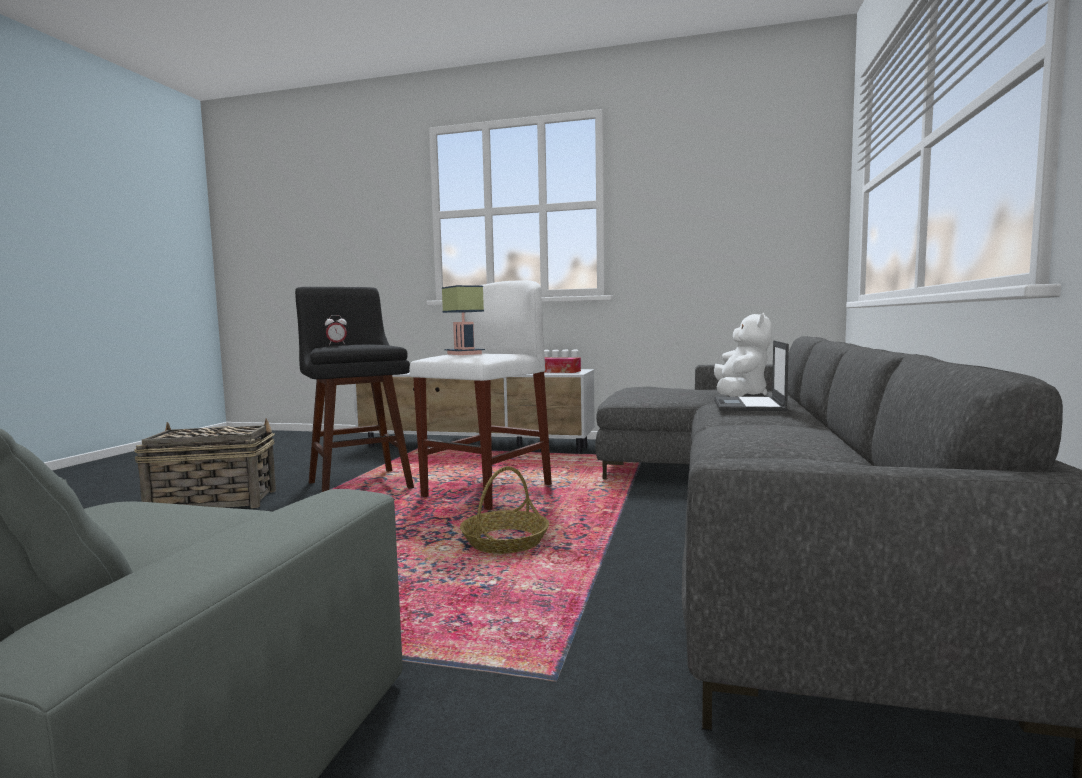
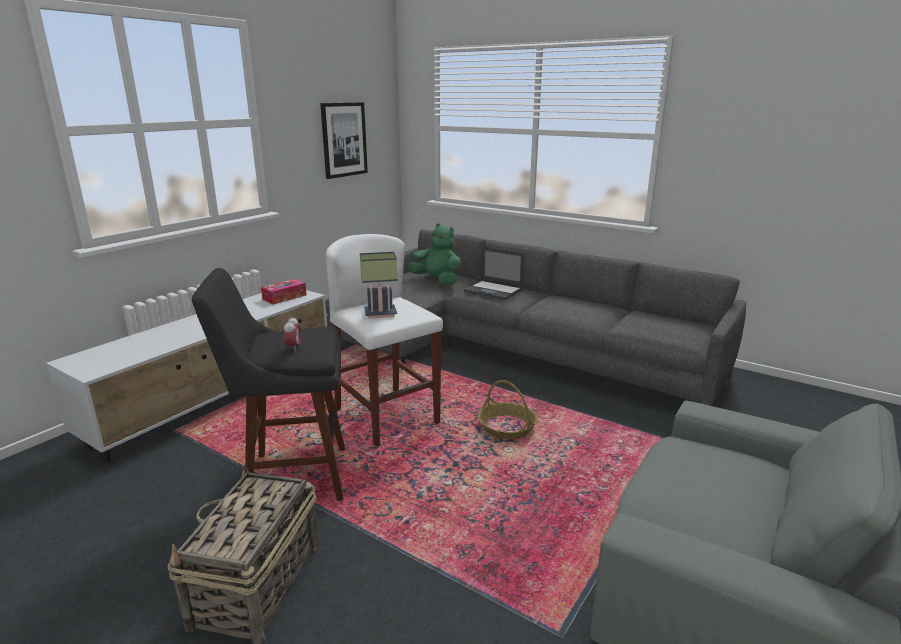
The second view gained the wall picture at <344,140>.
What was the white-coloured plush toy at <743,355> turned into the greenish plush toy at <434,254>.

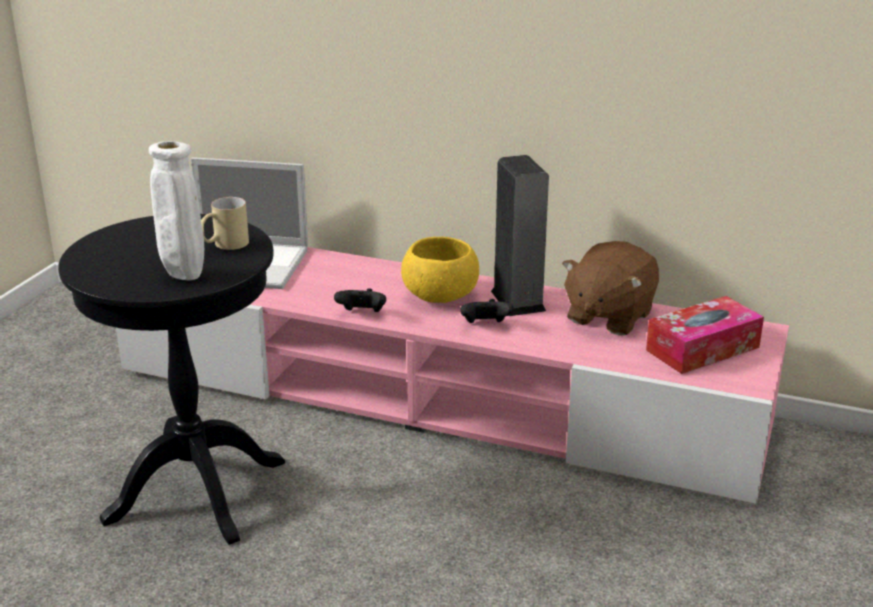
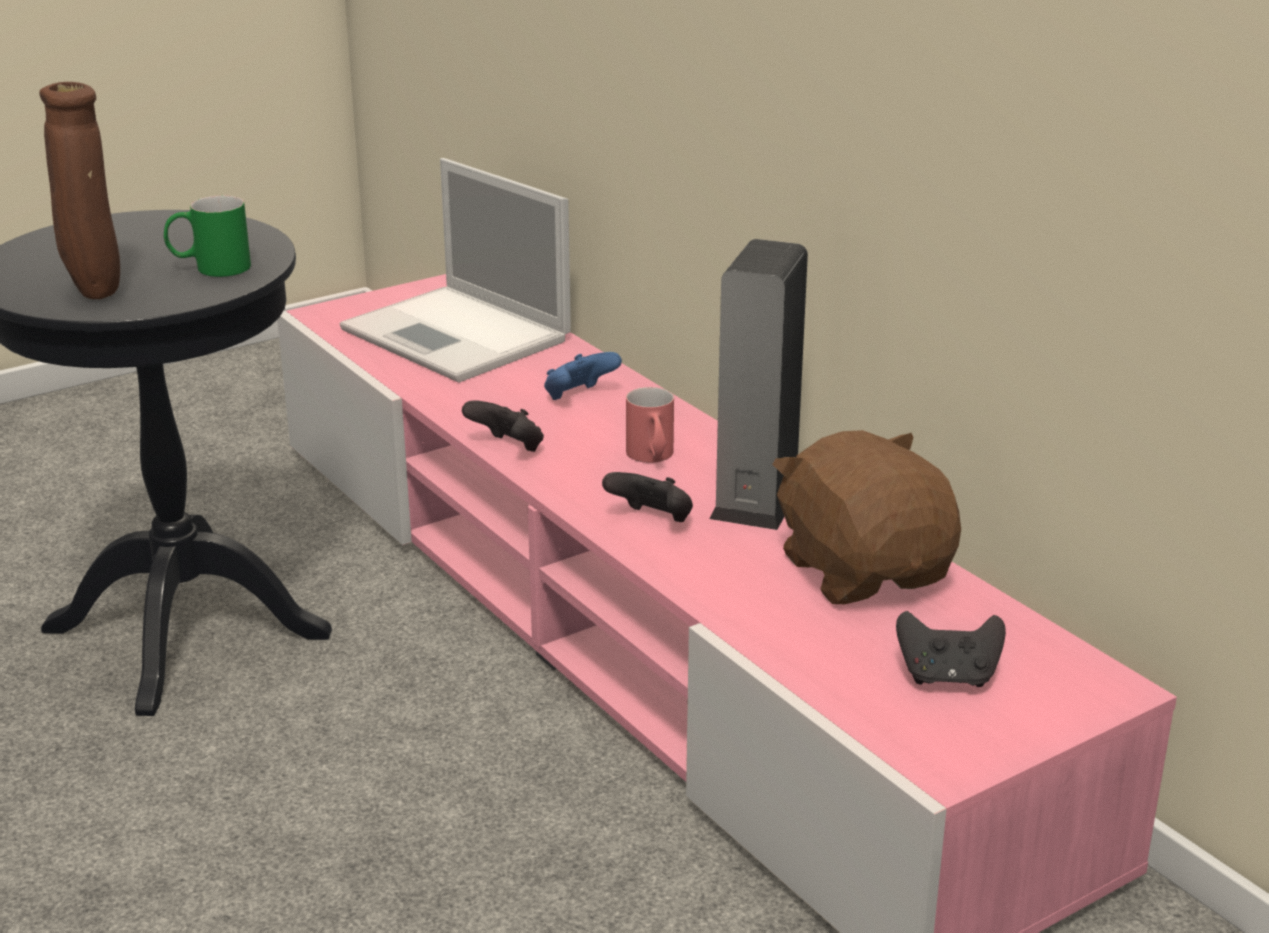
What was the white-coloured flower vase at <176,210> turned into the brownish flower vase at <80,190>.
What was the sand-coloured mug at <225,223> turned into the greenish mug at <207,236>.
The second view gained the blue-coloured game controller at <583,376>.
Where the yellow deep dish stood at <440,270>, the red mug came to stand at <650,425>.
The brownish plush toy at <610,288> ended up facing another way, 90 degrees clockwise from before.
Where the tissue holder stood at <705,335>, the blackish game controller came to stand at <951,649>.

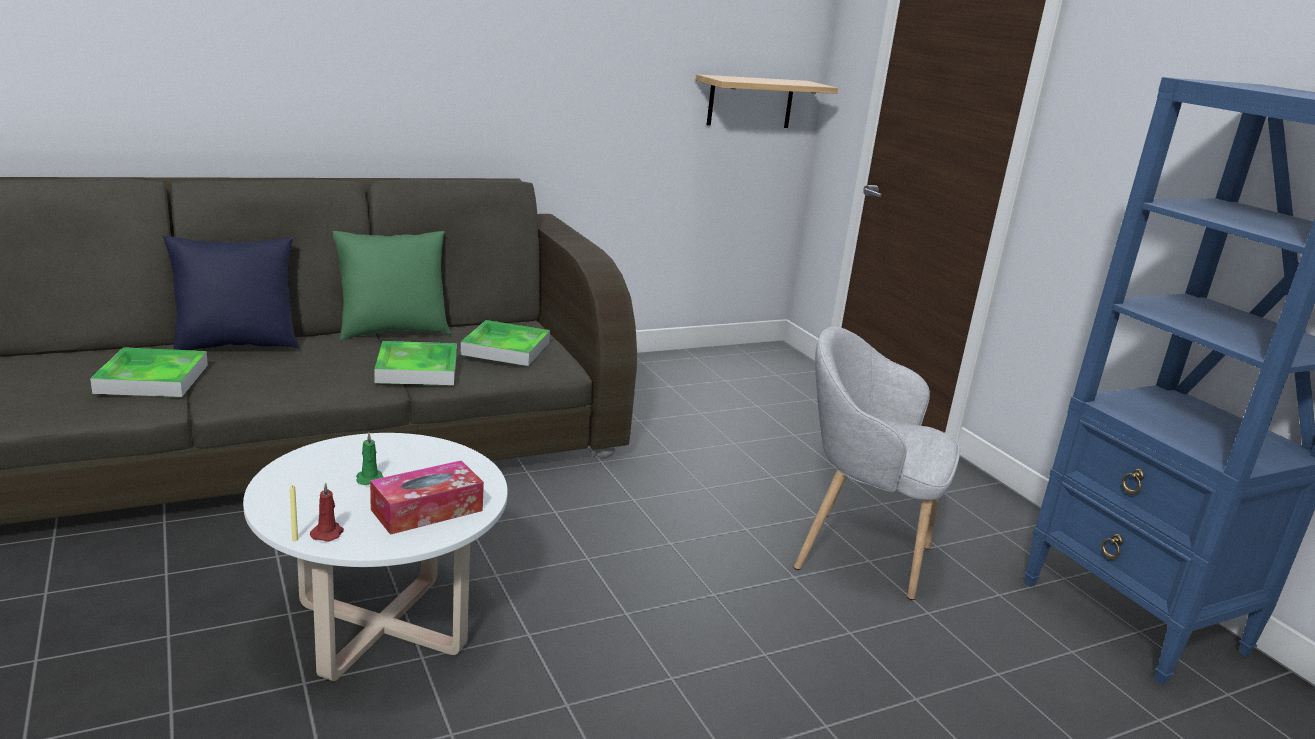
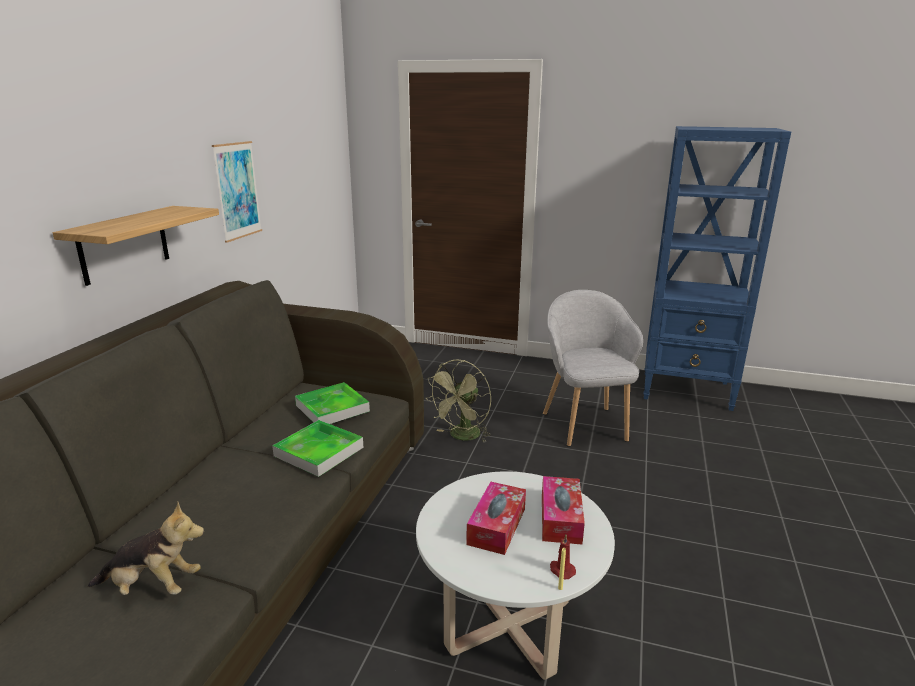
The shelf ended up elsewhere, having gone from <767,101> to <136,246>.
Where the serving tray stood at <149,372>, the plush toy came to stand at <146,548>.
The second view gained the wall picture at <237,192>.
The second view gained the greenish cooling fan at <458,400>.
Where the greenish wax candle stood at <370,459>, the tissue holder came to stand at <496,518>.
The grey easy chair at <877,463> ended up facing another way, 105 degrees clockwise from before.
The second view lost the blue-coloured cushion at <231,293>.
The second view lost the greenish cushion at <392,286>.

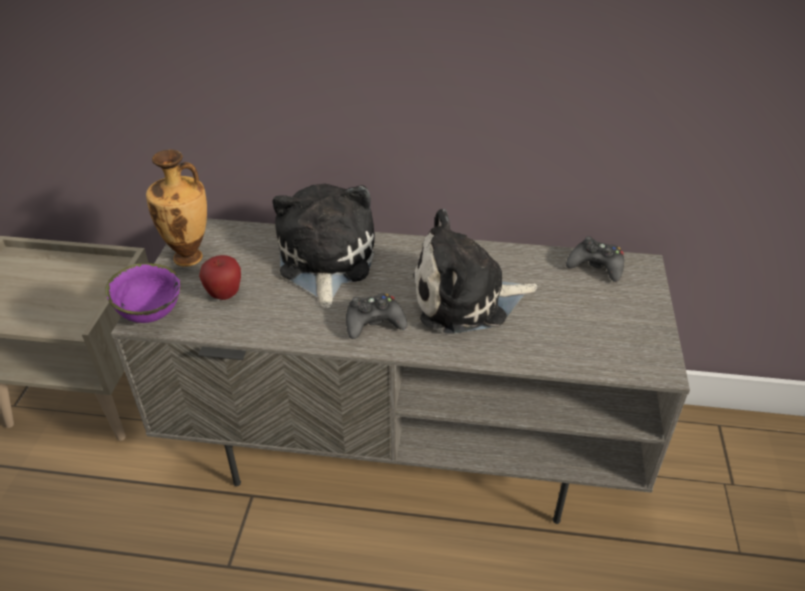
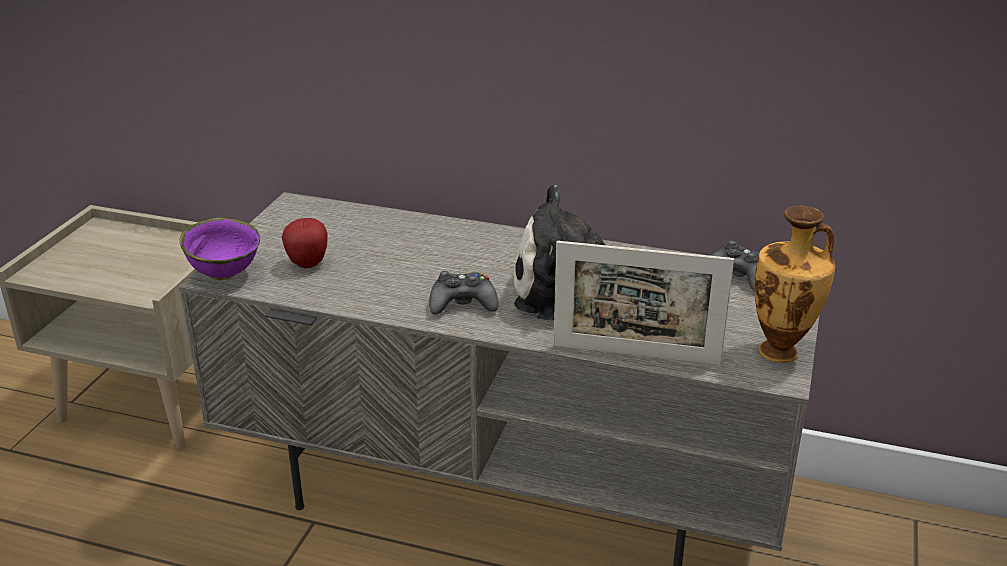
The second view gained the photo frame at <643,303>.
The flower vase ended up elsewhere, having gone from <176,208> to <794,284>.
The second view lost the plush toy at <323,245>.

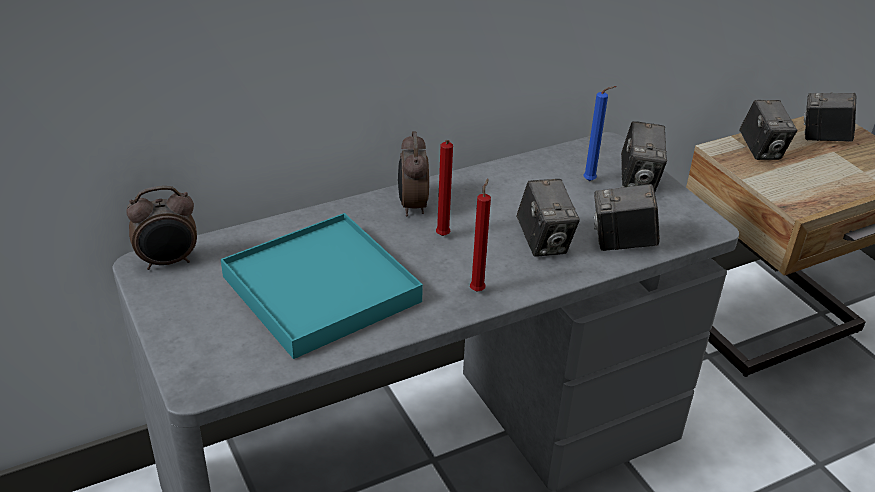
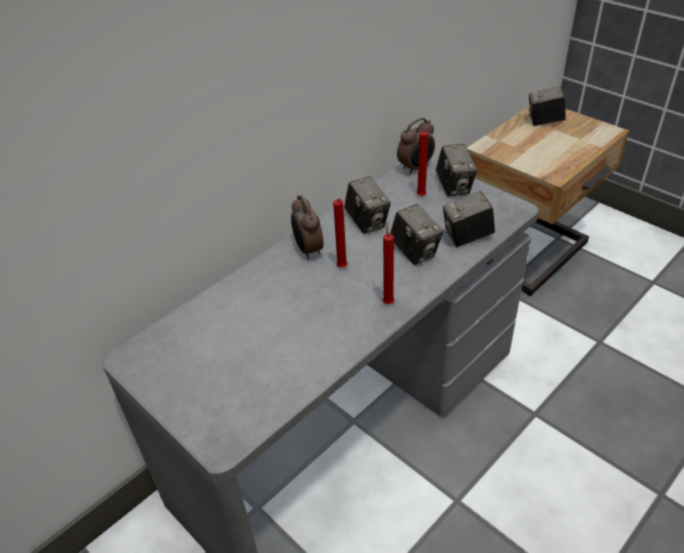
The still camera ended up elsewhere, having gone from <768,130> to <367,205>.
The bedside clock ended up elsewhere, having gone from <161,228> to <416,146>.
What was the blue-coloured wax candle at <599,133> turned into the red wax candle at <425,160>.
The second view lost the turquoise serving tray at <322,286>.

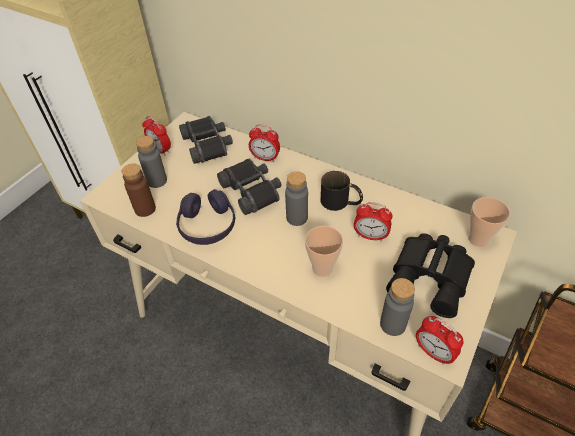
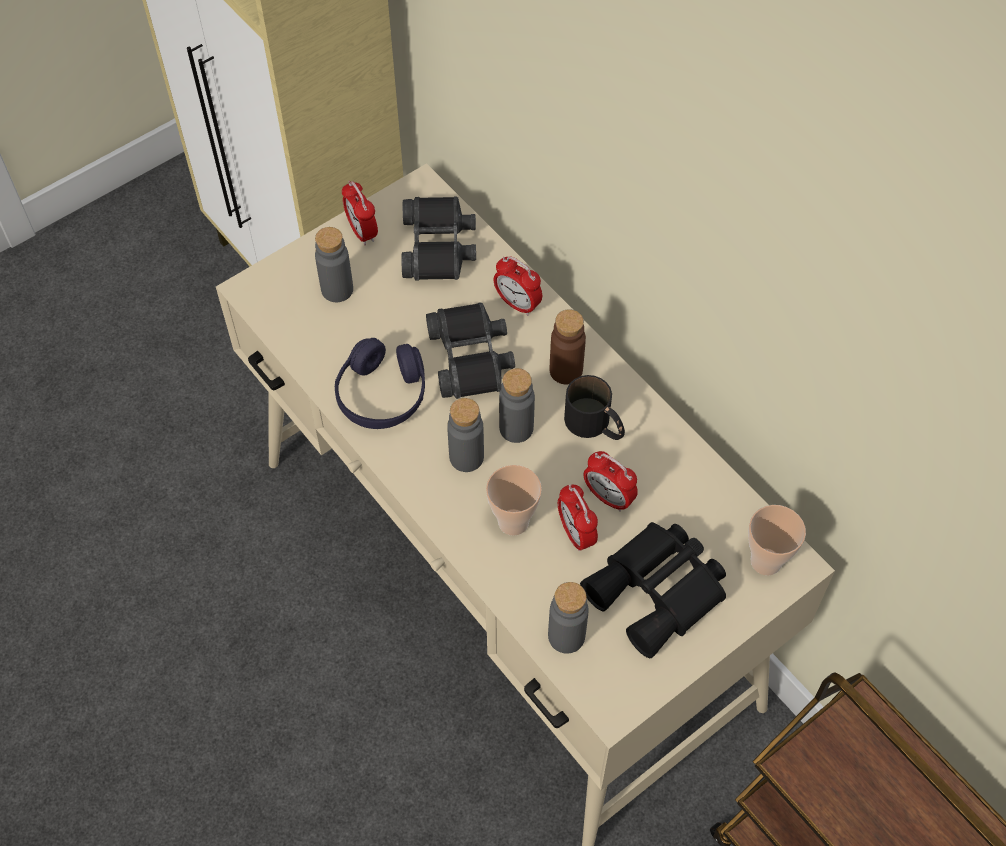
The second view gained the grey drink bottle at <465,435>.
The brownish drink bottle ended up elsewhere, having gone from <139,190> to <568,347>.
The bedside clock ended up elsewhere, having gone from <439,340> to <578,518>.

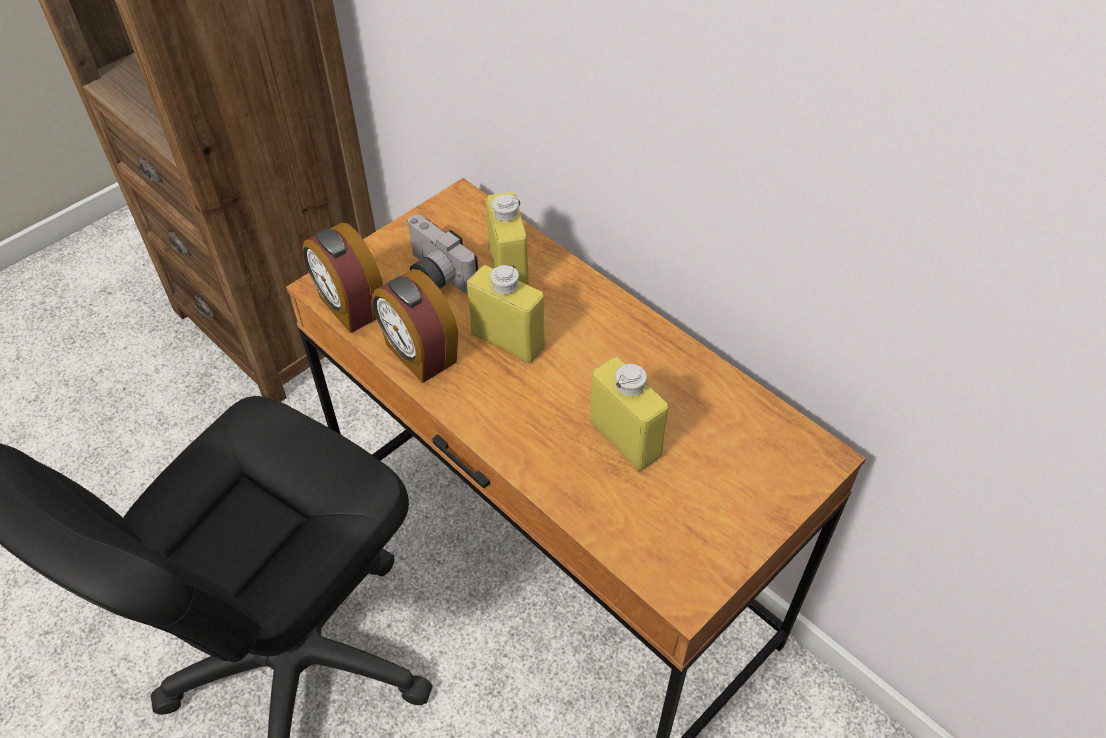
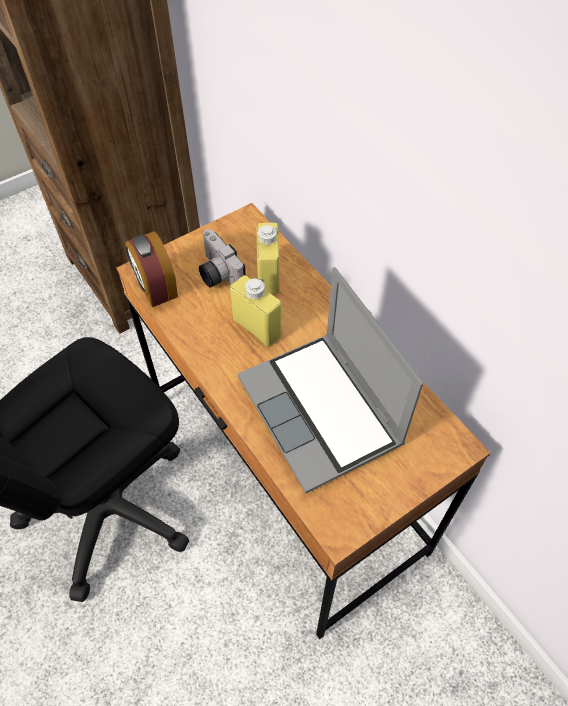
Where the yellow drink bottle stood at <629,414>, the portable computer came to stand at <330,380>.
The second view lost the bedside clock at <415,326>.

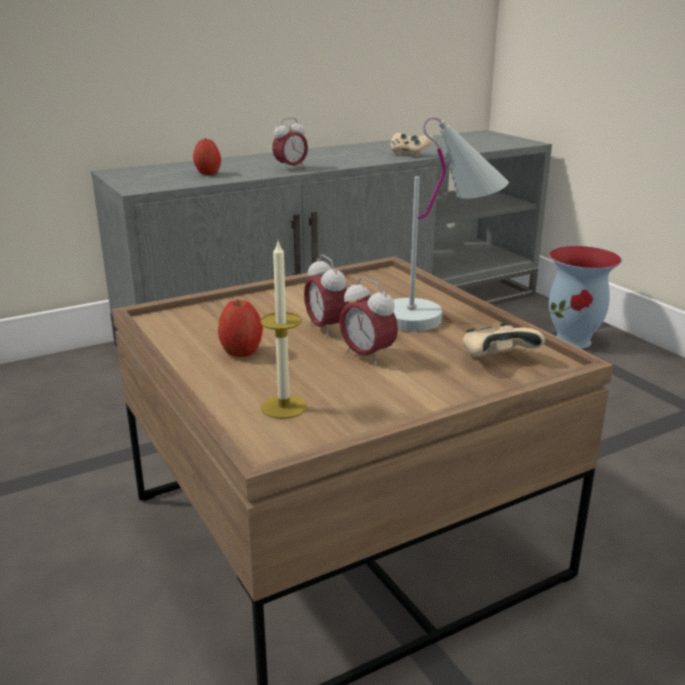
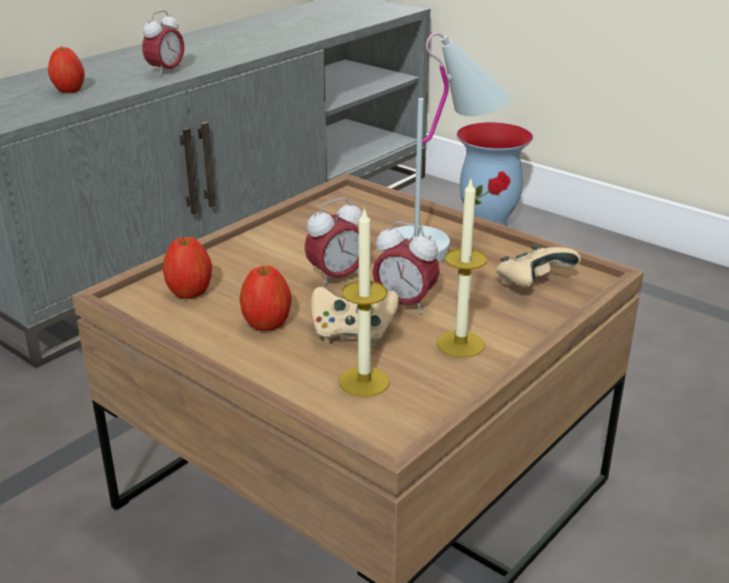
The second view gained the apple fruit at <187,268>.
The bedside clock at <326,296> ended up facing another way, 75 degrees counterclockwise from before.
The sand-coloured game controller ended up elsewhere, having gone from <412,145> to <355,316>.
The second view gained the wax candle at <462,269>.

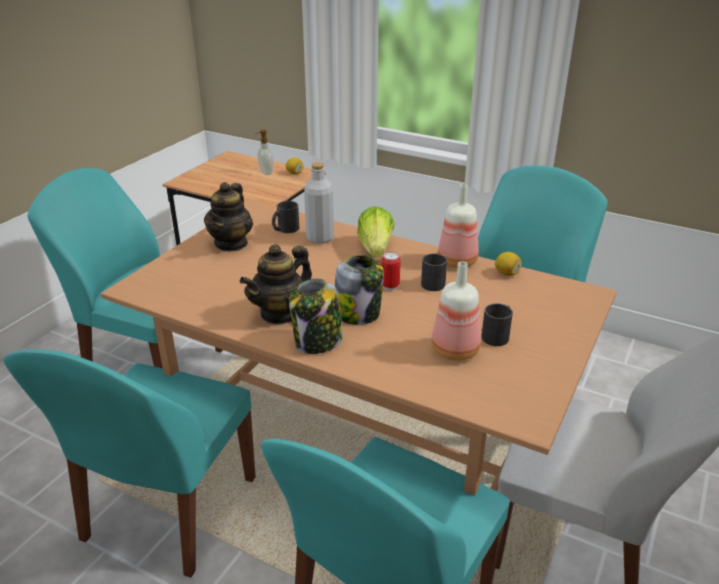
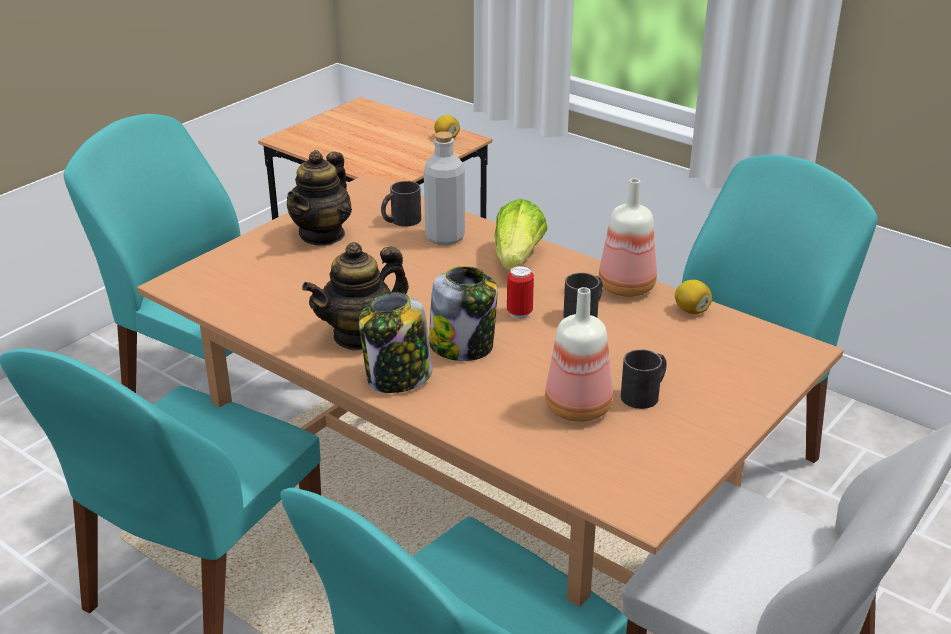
The second view lost the liquid soap bottle at <264,152>.

